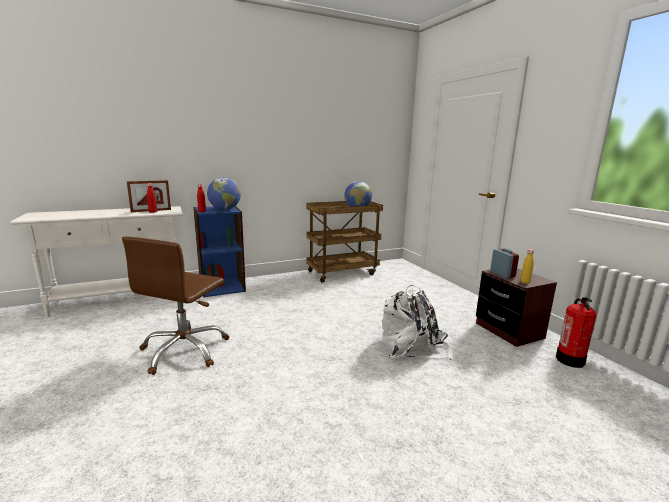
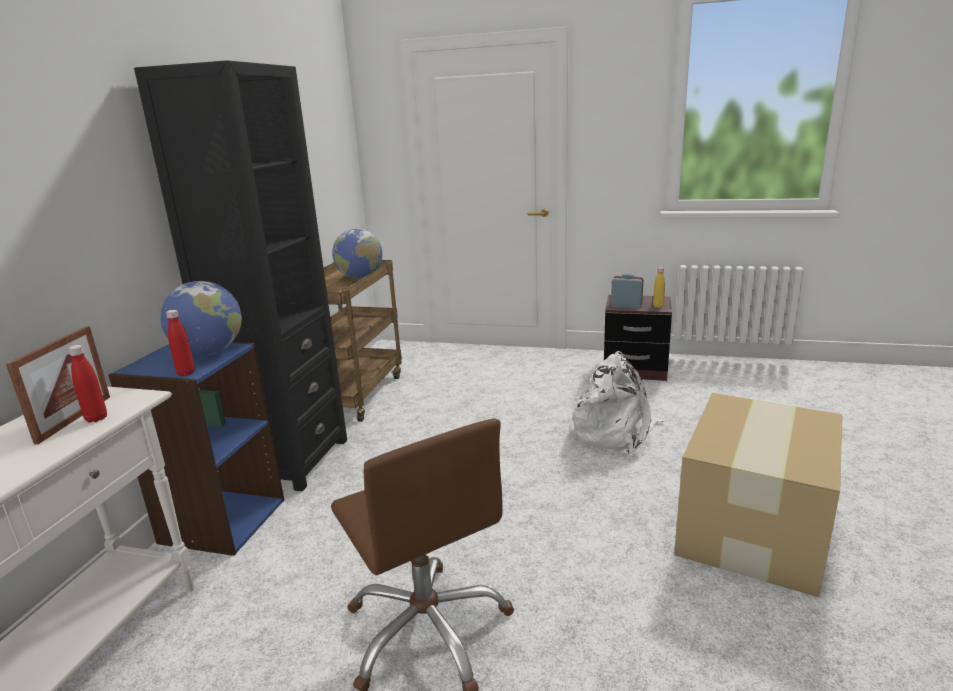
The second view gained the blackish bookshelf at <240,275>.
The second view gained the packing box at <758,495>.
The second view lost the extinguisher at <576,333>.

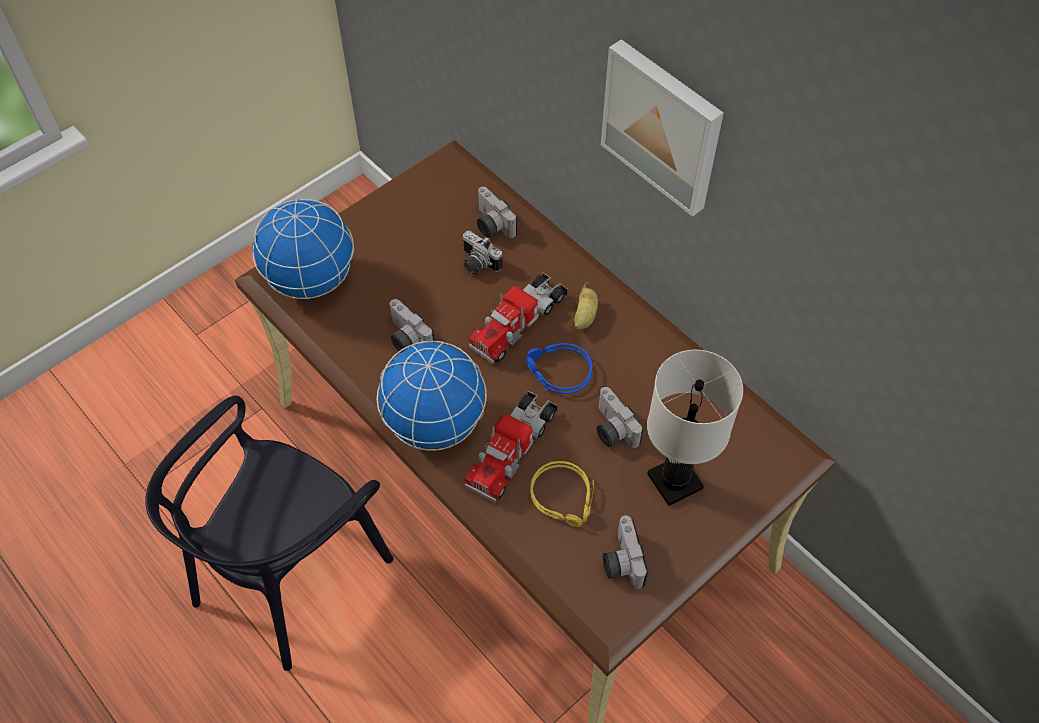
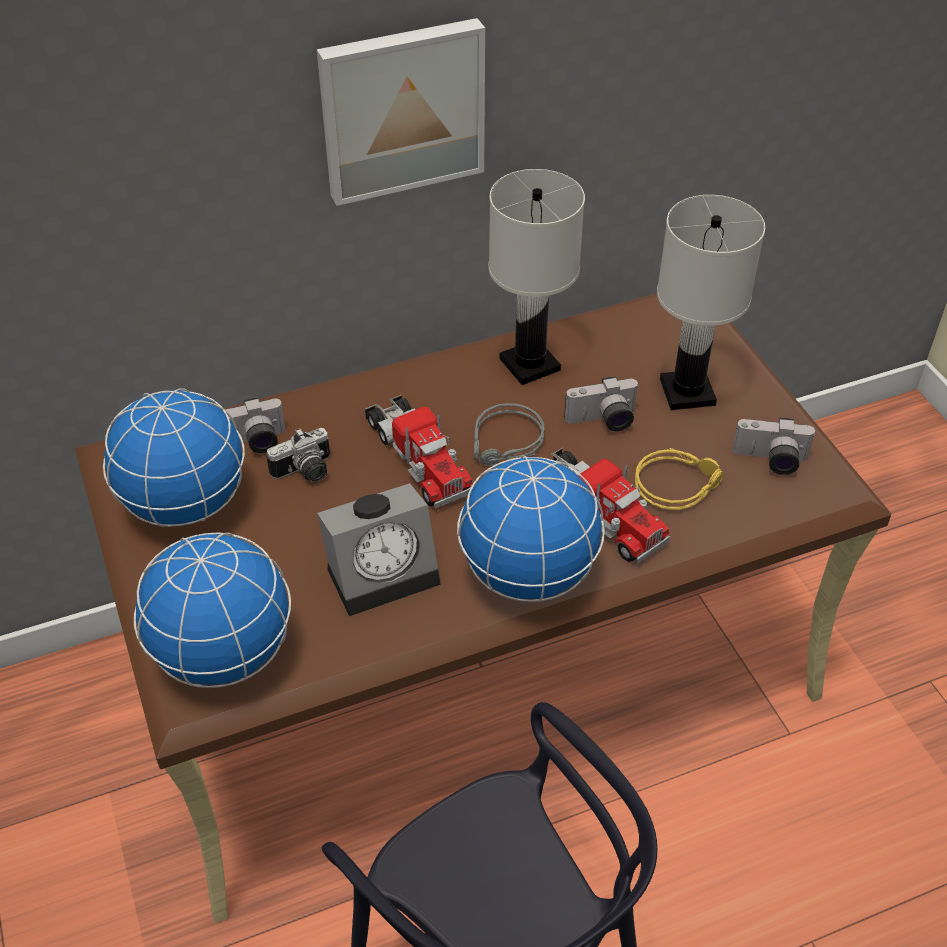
The second view gained the globe at <174,457>.
Where the still camera stood at <412,326>, the bedside clock came to stand at <379,549>.
What was the blue-coloured headset at <559,368> turned into the grey headset at <509,434>.
The second view gained the white-coloured tabletop lamp at <537,277>.
The second view lost the banana fruit at <586,306>.

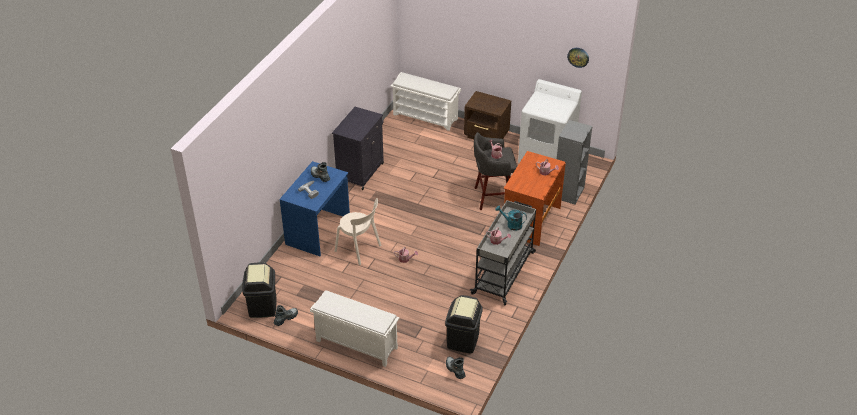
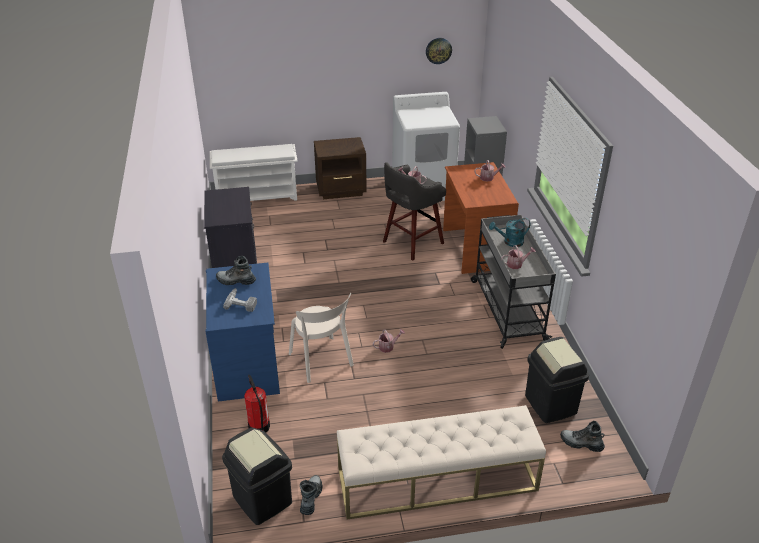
The second view gained the extinguisher at <257,404>.
The sand-coloured chair at <358,231> ended up facing another way, 60 degrees clockwise from before.
Where the white-coloured shoe rack stood at <354,328>, the sand-coloured bench came to stand at <441,462>.

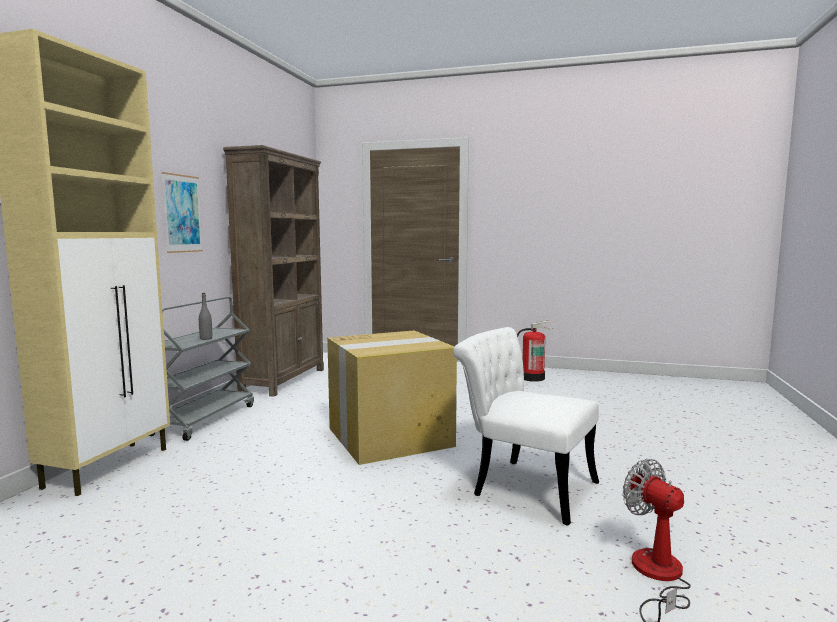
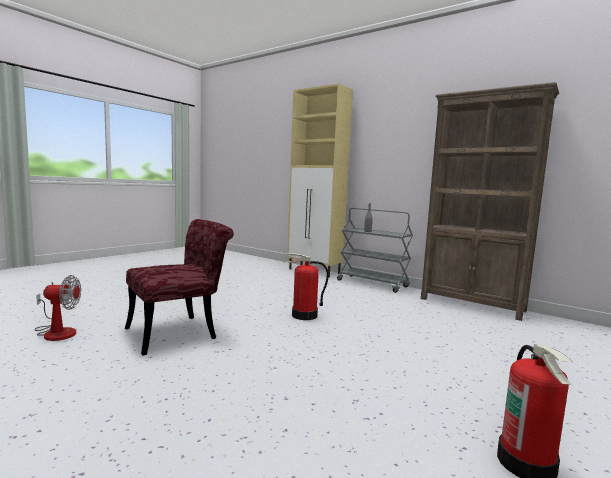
What was the white-coloured chair at <526,426> turned into the red chair at <179,287>.
Where the packing box stood at <392,398>, the extinguisher came to stand at <306,286>.
The second view lost the wall picture at <182,212>.

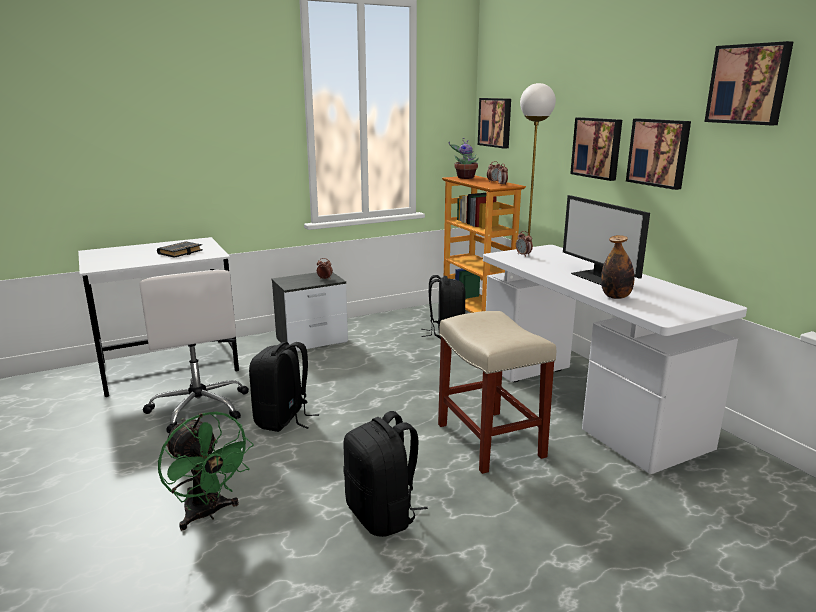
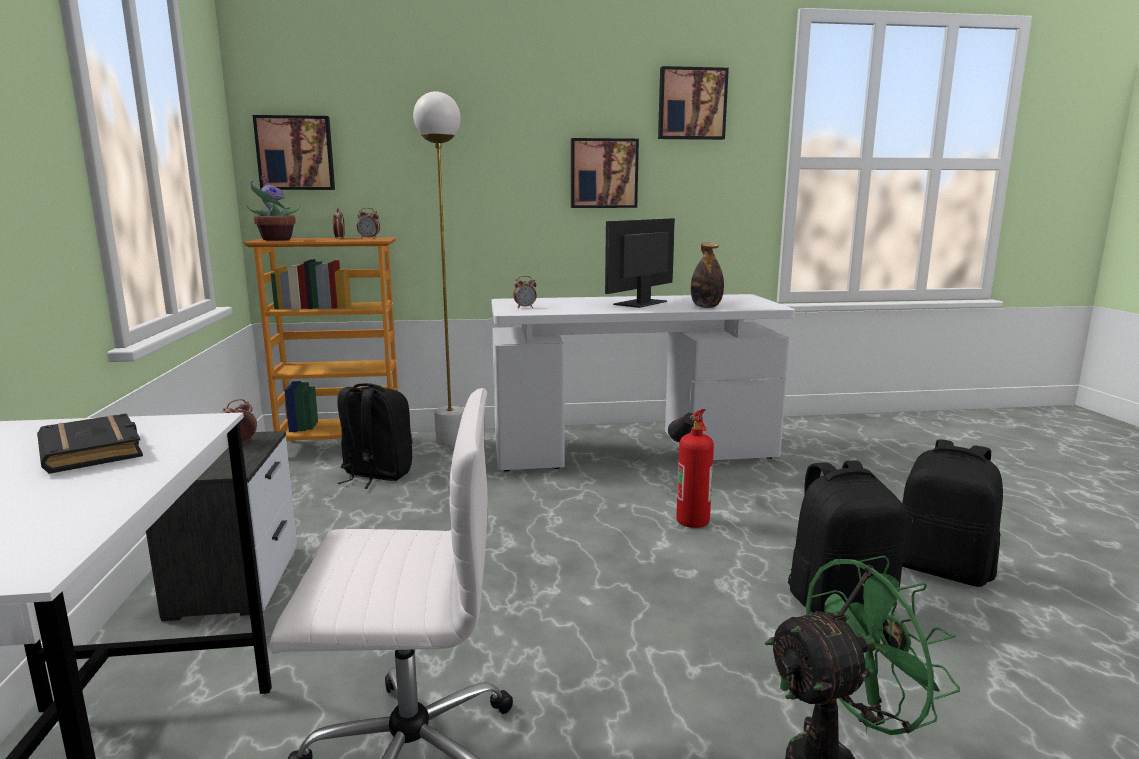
The computer display at <606,240> ended up facing another way, 135 degrees clockwise from before.
Where the sand-coloured stool stood at <497,392>, the extinguisher came to stand at <691,468>.
The blackish backpack ended up elsewhere, having gone from <284,387> to <952,513>.
The second view lost the wall picture at <596,149>.

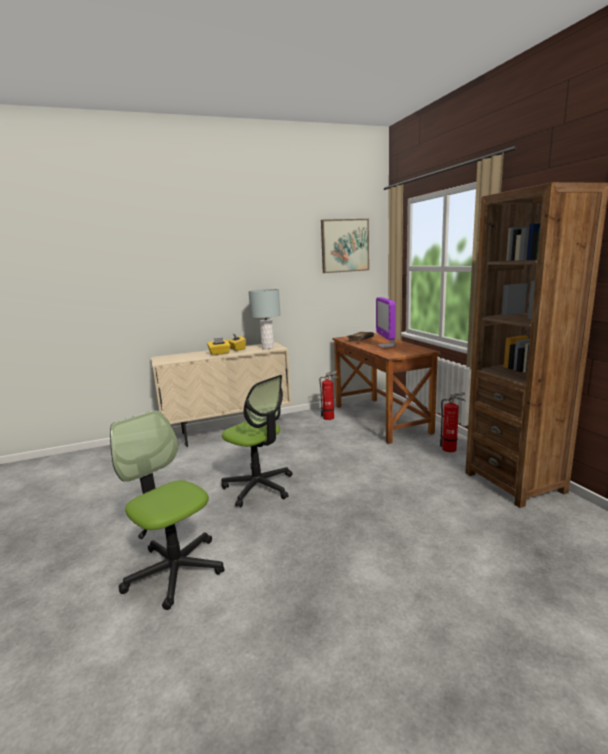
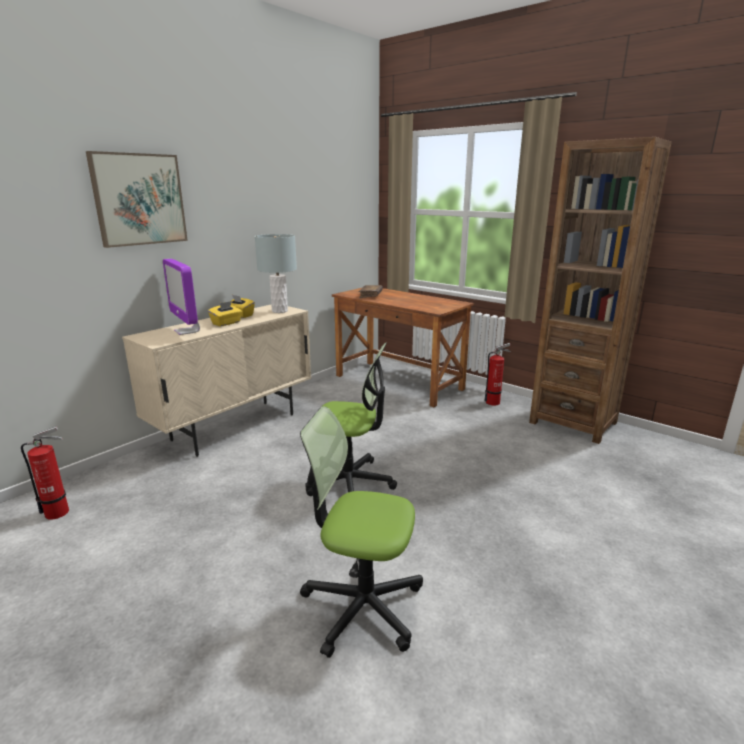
The extinguisher ended up elsewhere, having gone from <328,395> to <45,473>.
The wall picture ended up elsewhere, having gone from <345,246> to <137,199>.
The computer display ended up elsewhere, having gone from <386,322> to <181,297>.

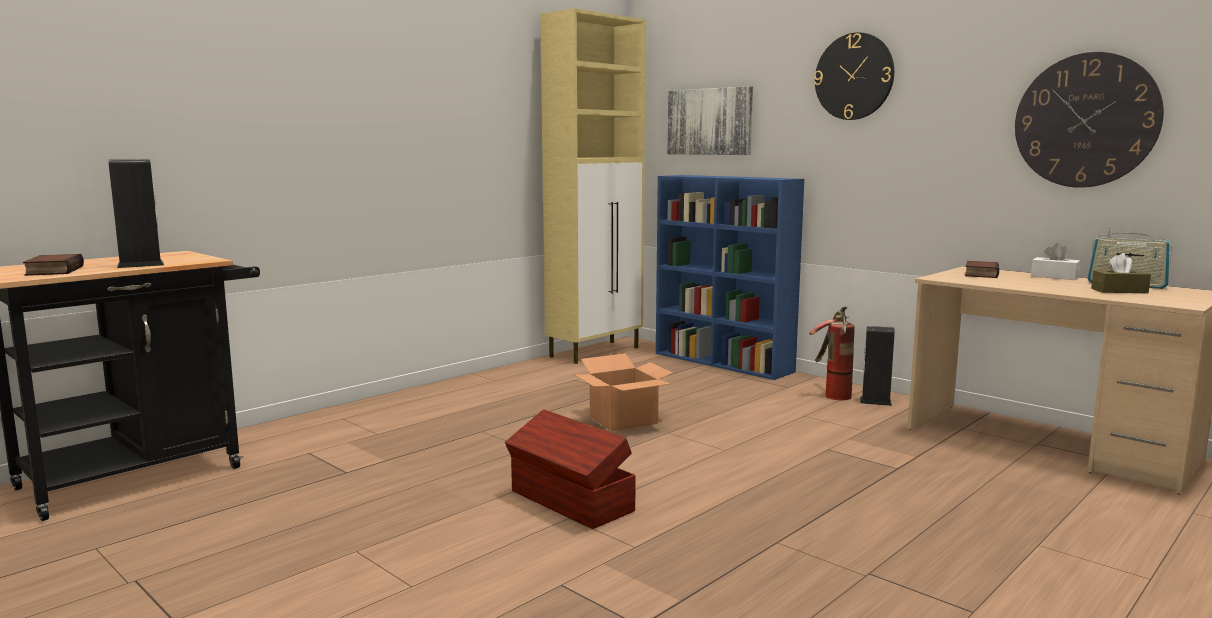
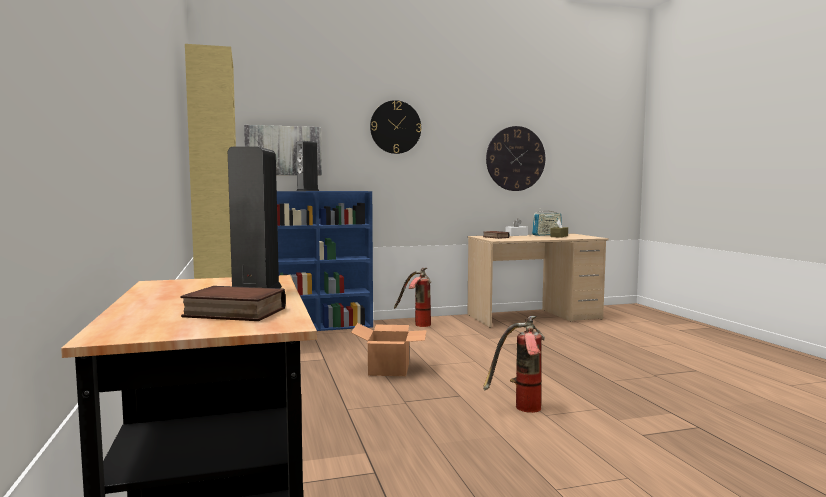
The loudspeaker ended up elsewhere, having gone from <877,366> to <307,166>.
Where the brownish storage bin stood at <570,469>, the extinguisher came to stand at <514,364>.

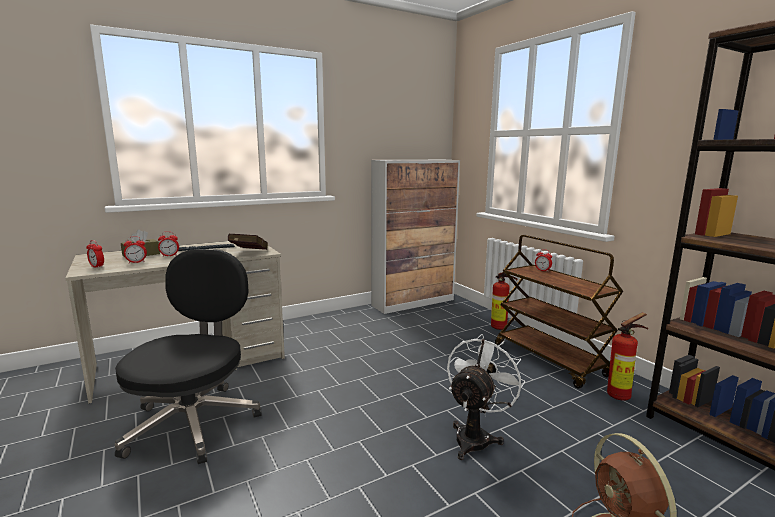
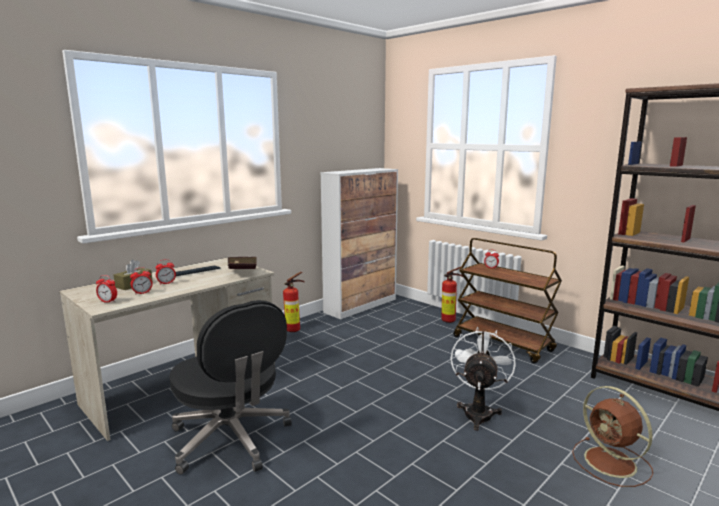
The blackish computer chair at <188,356> ended up facing another way, 150 degrees clockwise from before.
The extinguisher ended up elsewhere, having gone from <627,356> to <293,301>.

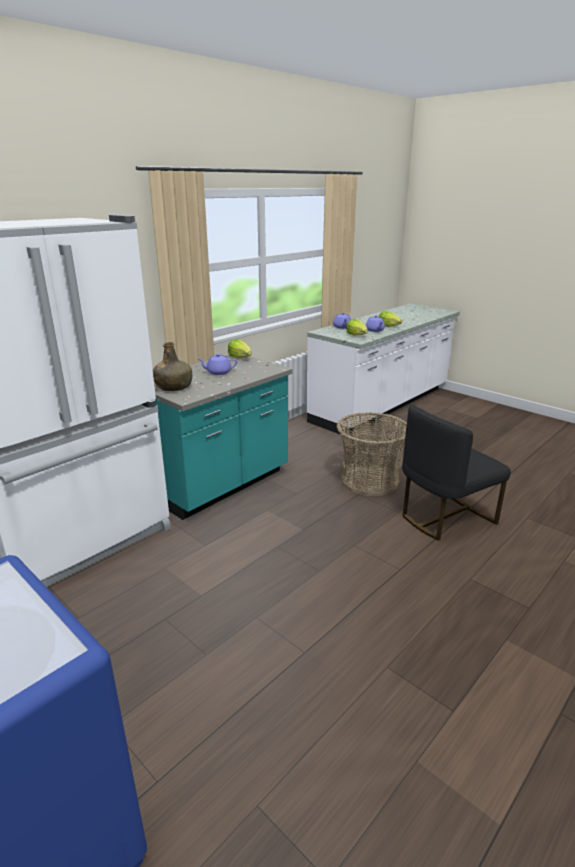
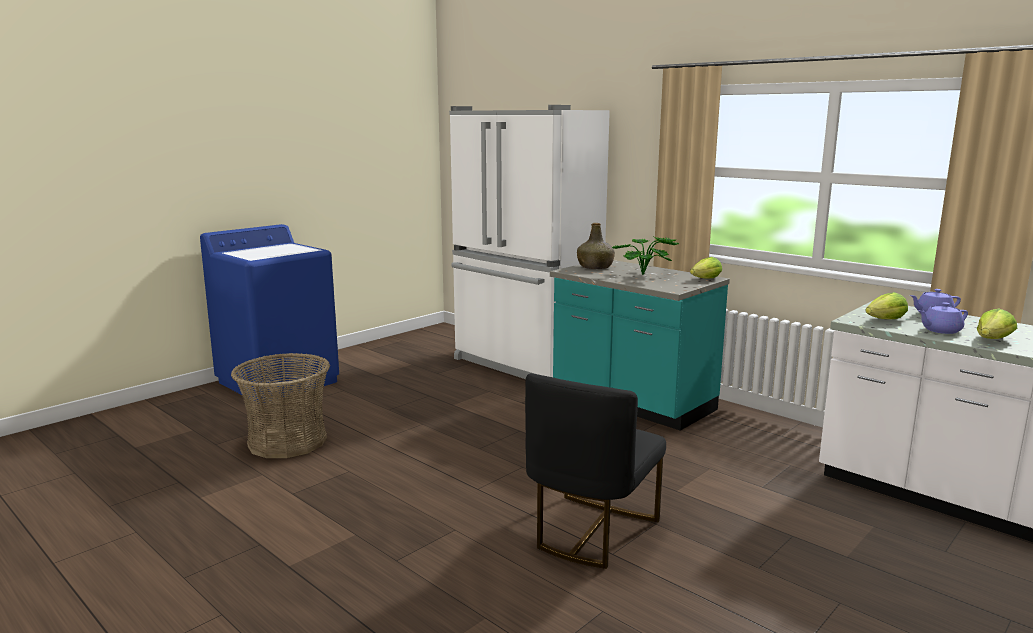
The basket ended up elsewhere, having gone from <372,454> to <280,405>.
The blackish chair at <456,473> ended up facing another way, 120 degrees counterclockwise from before.
Where the purplish pot for tea stood at <217,364>, the houseplant came to stand at <645,256>.

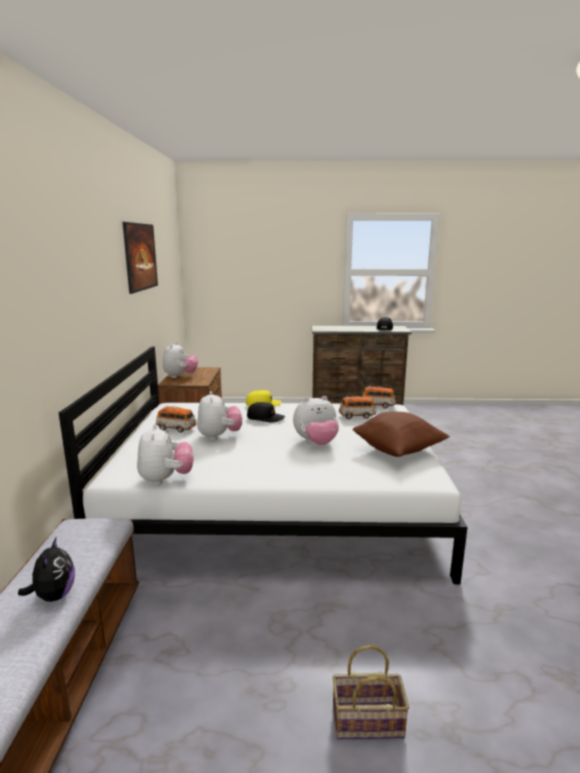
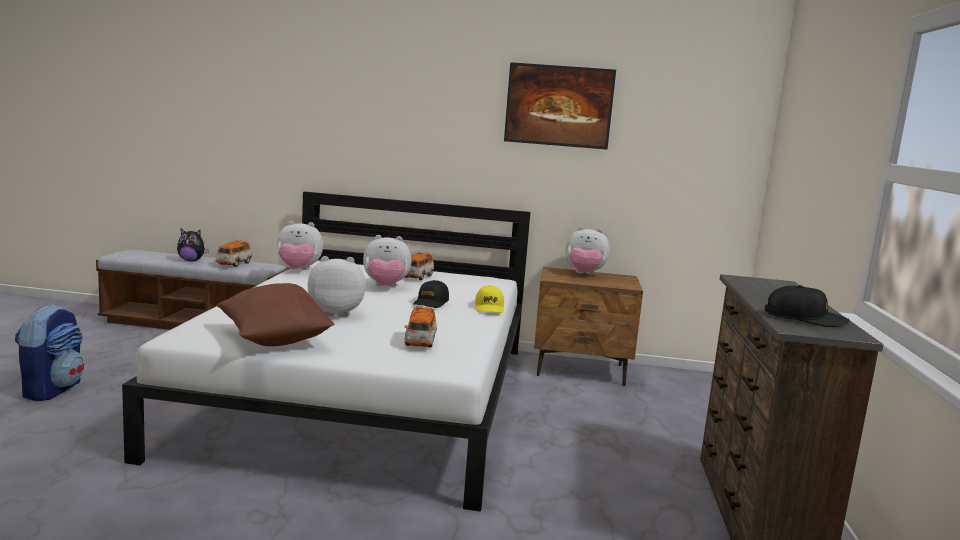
Where the basket stood at <371,692>, the backpack came to stand at <49,353>.
The toy car ended up elsewhere, having gone from <379,397> to <233,253>.
The plush toy at <316,420> ended up facing another way, 90 degrees clockwise from before.

